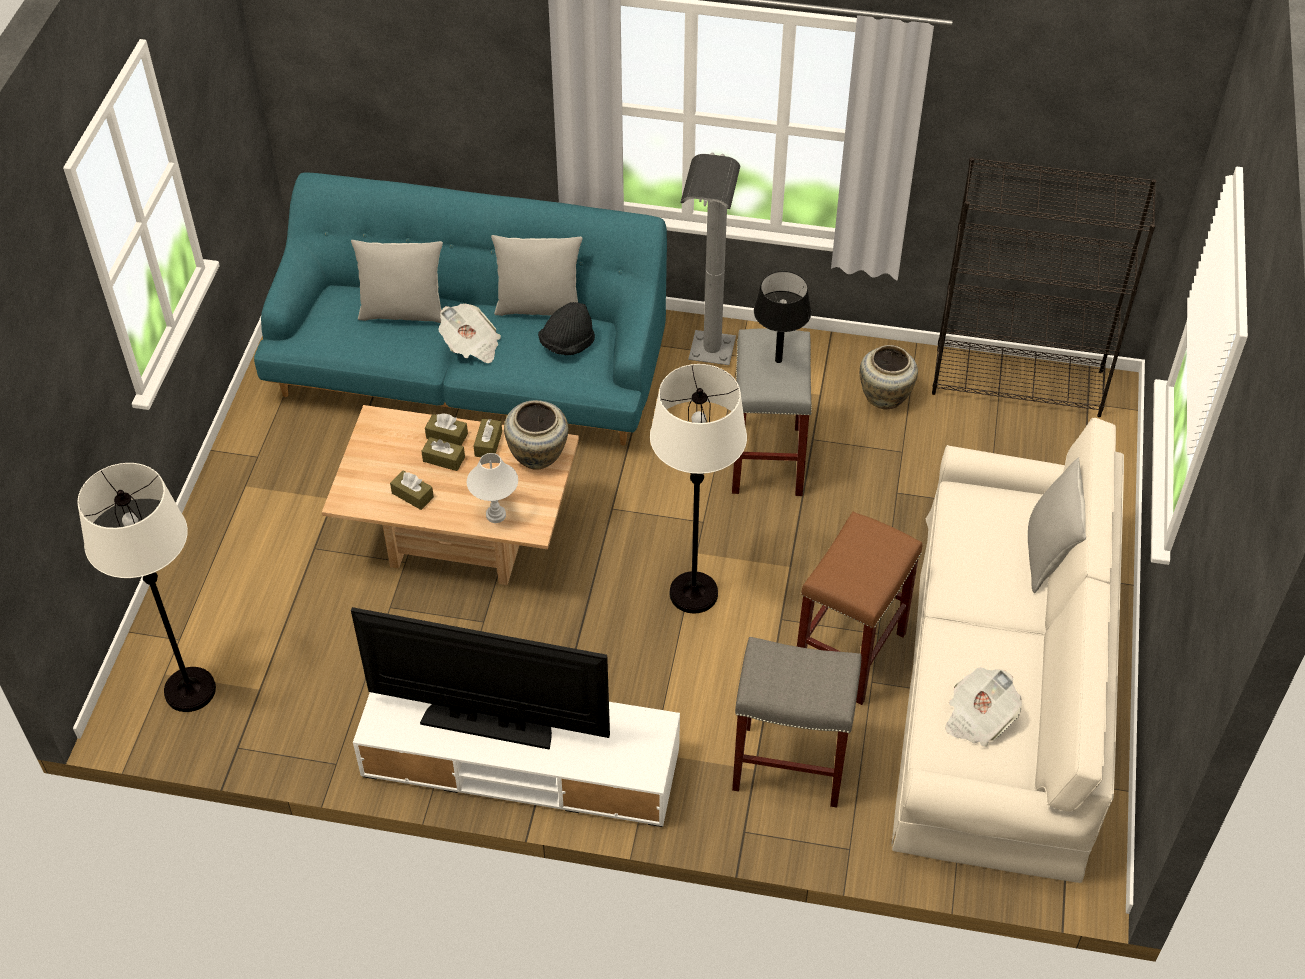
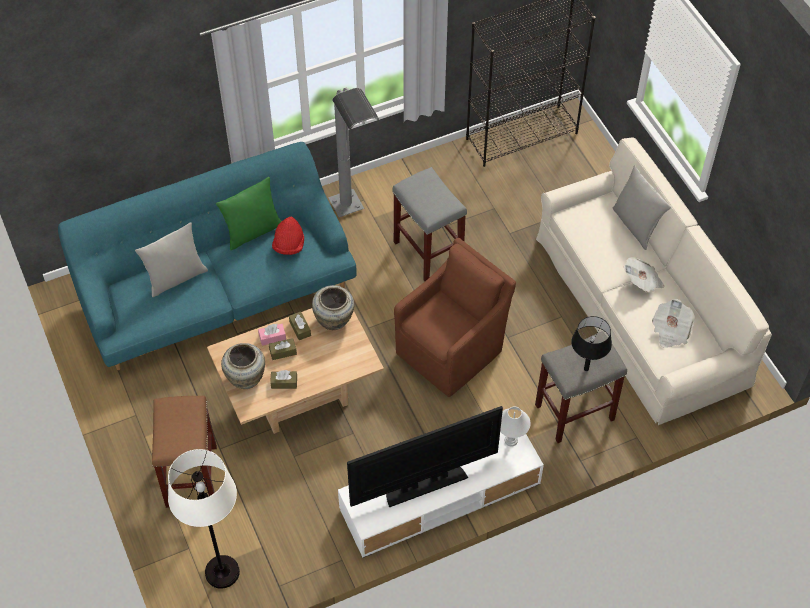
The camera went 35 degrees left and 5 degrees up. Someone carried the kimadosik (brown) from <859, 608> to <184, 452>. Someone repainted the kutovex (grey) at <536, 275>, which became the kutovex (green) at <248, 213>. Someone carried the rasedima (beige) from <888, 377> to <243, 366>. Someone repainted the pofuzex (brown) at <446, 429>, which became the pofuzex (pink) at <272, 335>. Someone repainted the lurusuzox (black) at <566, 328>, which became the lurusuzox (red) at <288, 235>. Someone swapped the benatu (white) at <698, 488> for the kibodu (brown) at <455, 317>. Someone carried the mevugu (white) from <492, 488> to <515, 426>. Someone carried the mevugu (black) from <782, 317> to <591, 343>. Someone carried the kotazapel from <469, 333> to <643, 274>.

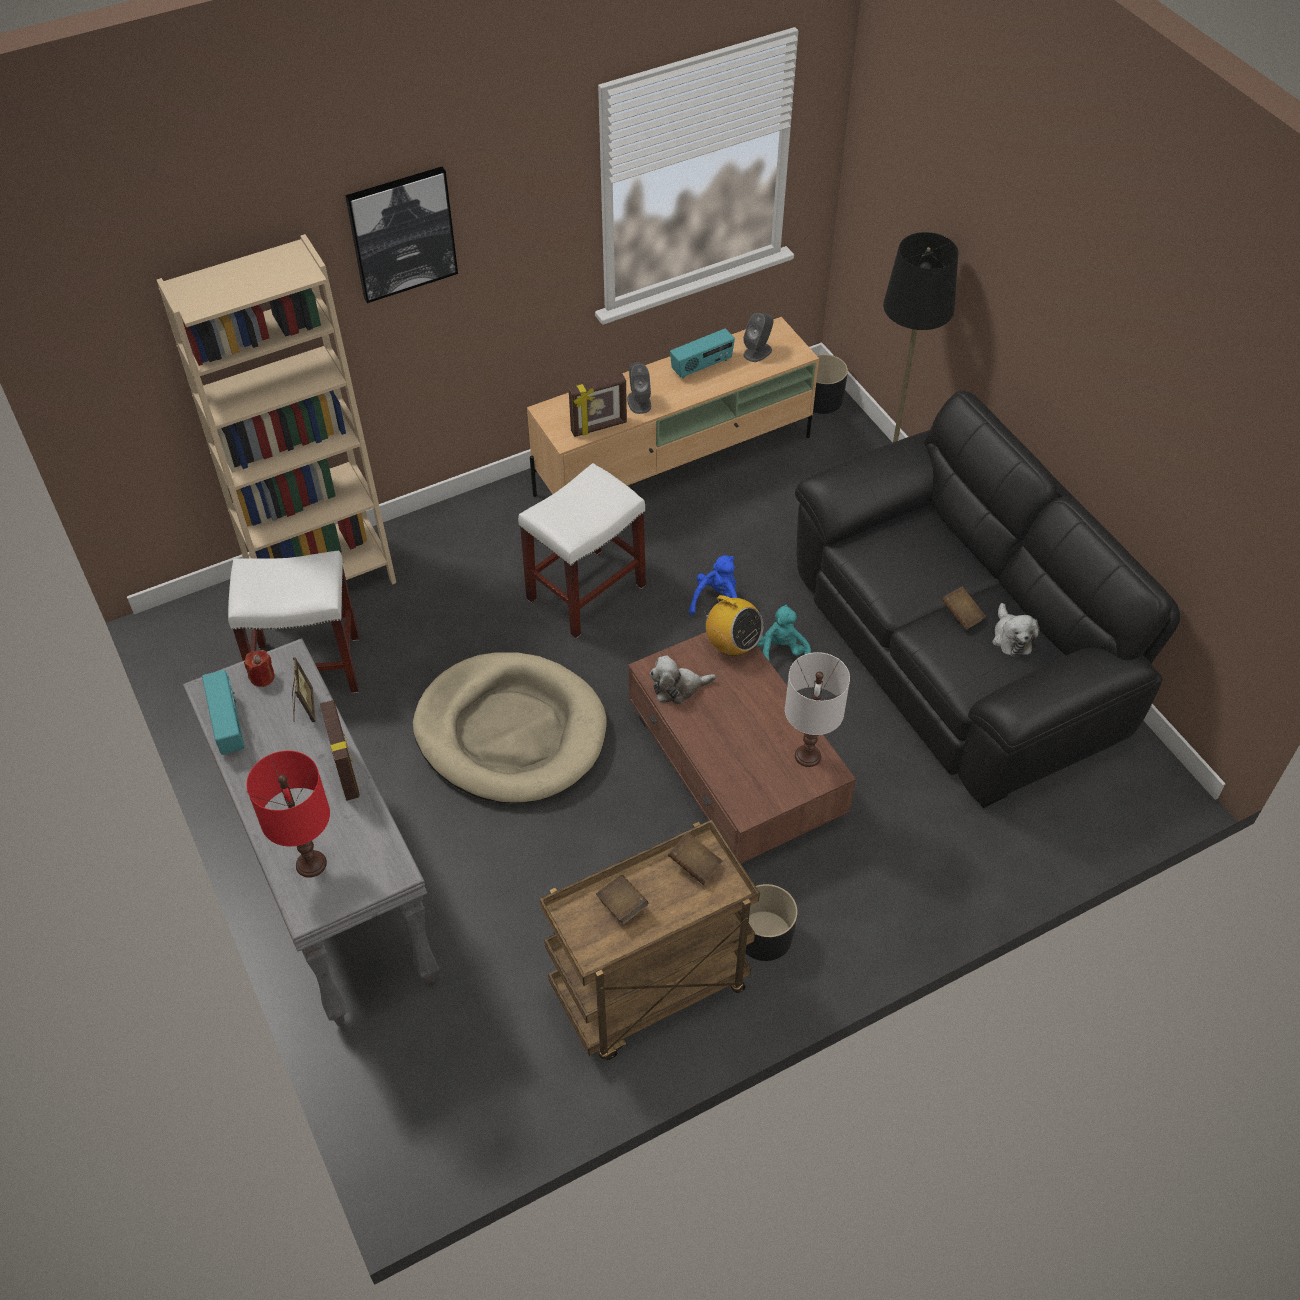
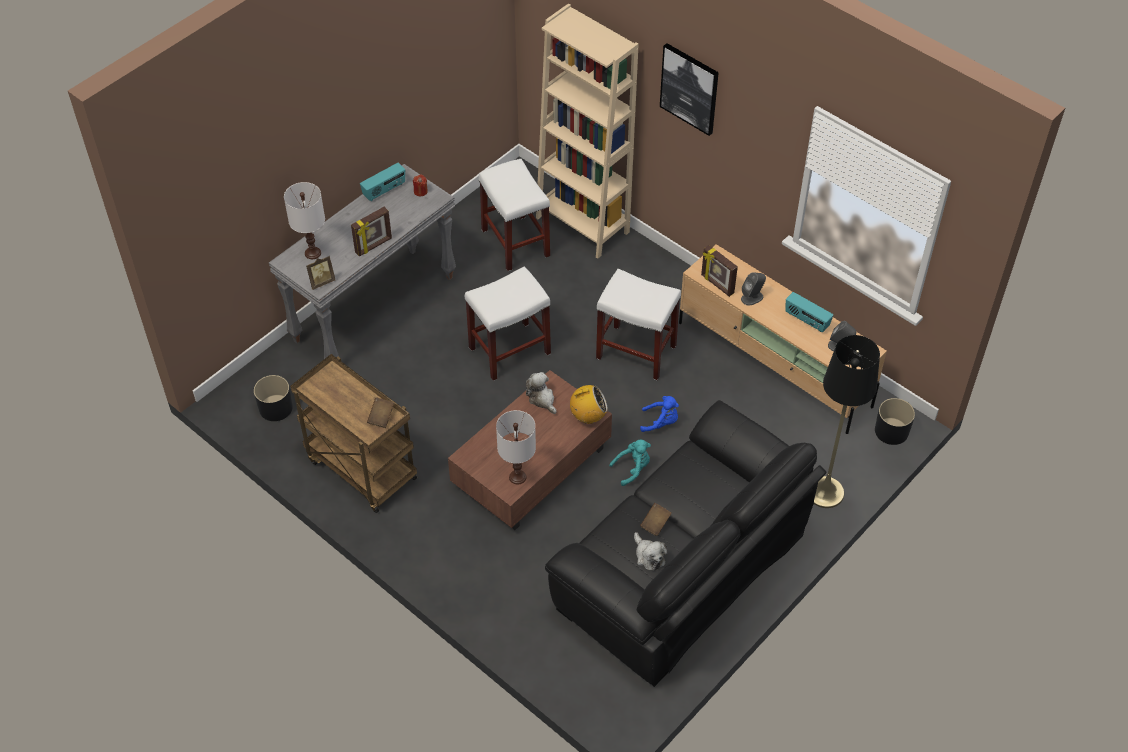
The camera went 70 degrees right and 0 degrees up. Someone carried the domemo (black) from <769, 922> to <273, 398>. Someone repainted the mevugu (red) at <288, 814>, which became the mevugu (white) at <304, 220>. Someone carried the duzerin from <303, 689> to <320, 273>. Someone swapped the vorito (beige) at <510, 727> for the kimadosik (white) at <508, 323>. Someone rotated the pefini at <732, 625> by 120 degrees counterclockwise. Someone rotated the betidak at <1016, 630> by 90 degrees counterclockwise. Someone took away the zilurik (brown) at <622, 899>.

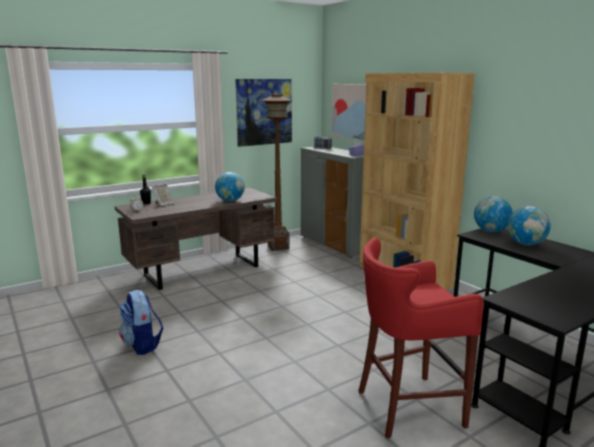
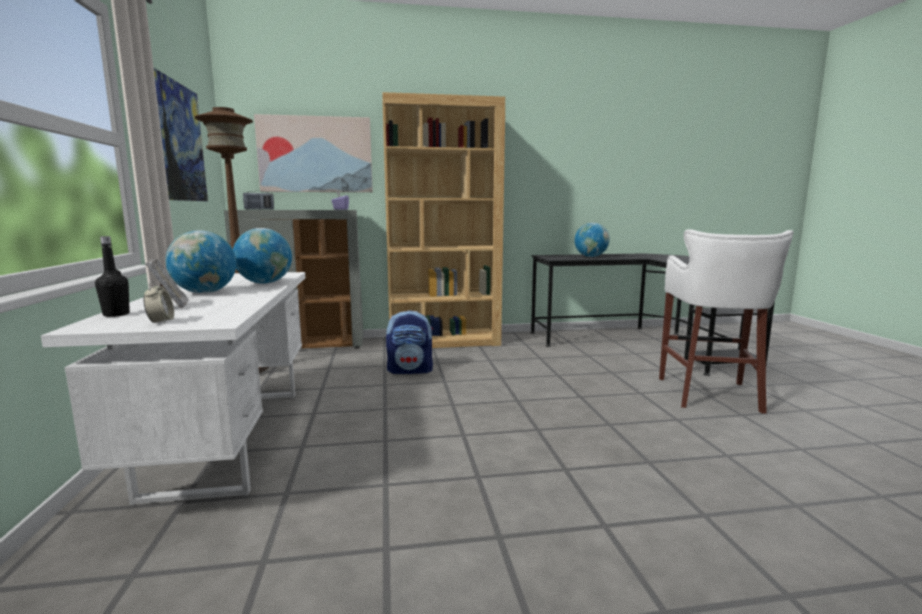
The camera went 65 degrees left and 5 degrees down. Someone repainted the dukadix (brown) at <195, 239>, which became the dukadix (white) at <173, 388>. Someone carried the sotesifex from <493, 214> to <200, 261>. Someone carried the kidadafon from <141, 322> to <409, 342>. Someone repainted the kimadosik (red) at <421, 338>, which became the kimadosik (white) at <726, 321>.

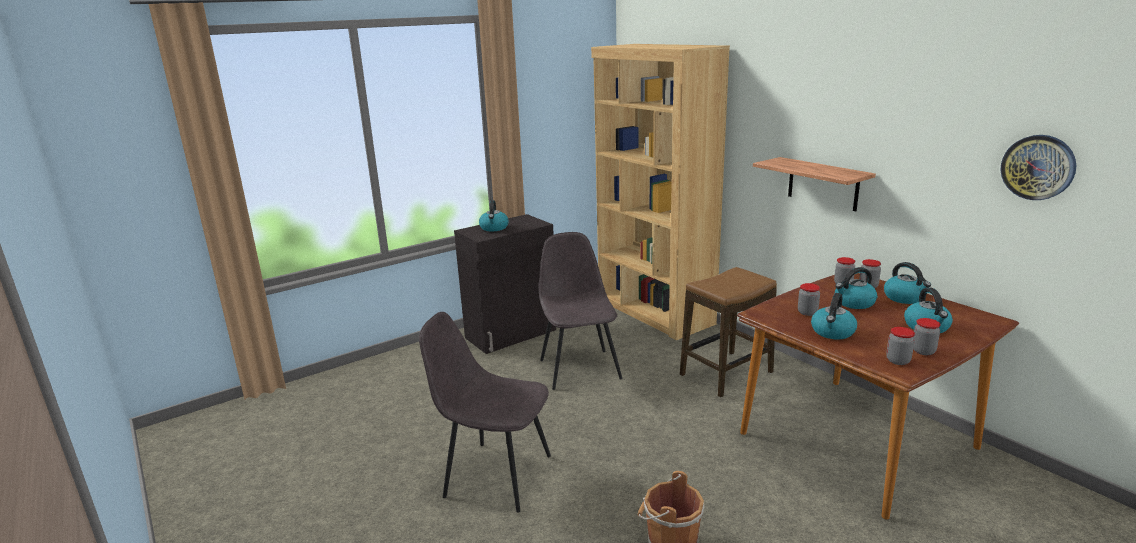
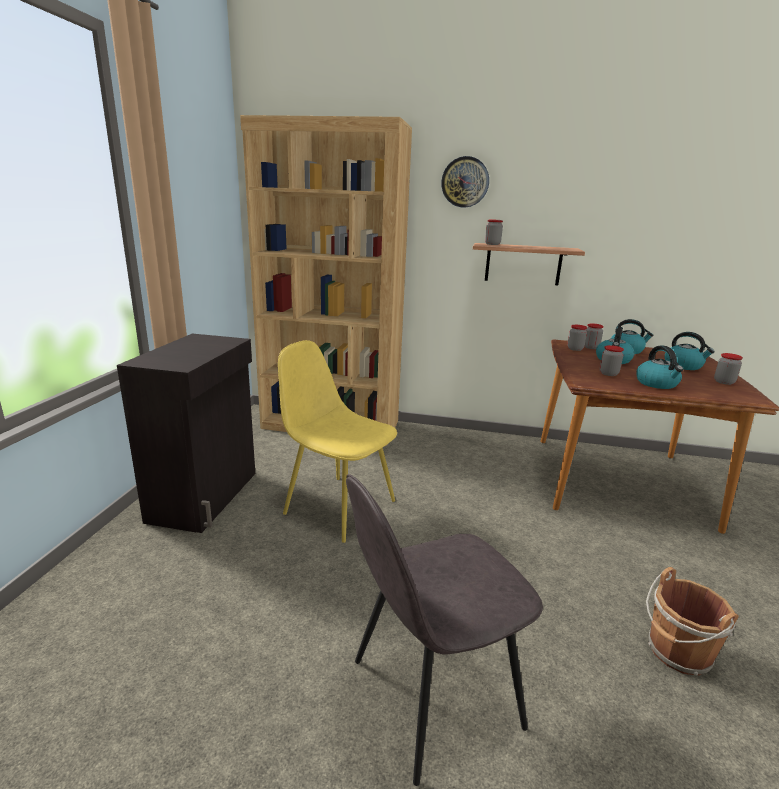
The camera went 45 degrees left and 0 degrees up. Someone repainted the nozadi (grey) at <581, 311>, which became the nozadi (yellow) at <337, 441>. Someone carried the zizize from <1038, 167> to <465, 182>. Someone carried the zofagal from <900, 346> to <494, 232>. Someone took away the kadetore at <494, 215>. Someone took away the kimadosik at <728, 332>.

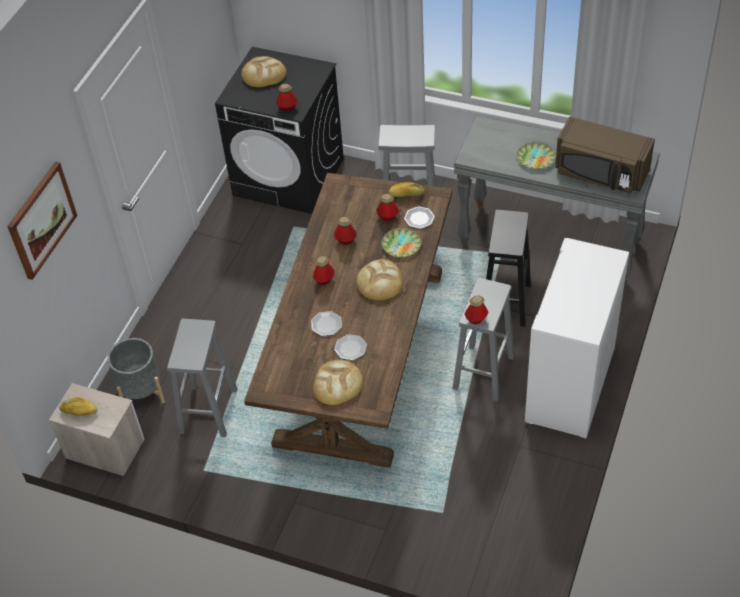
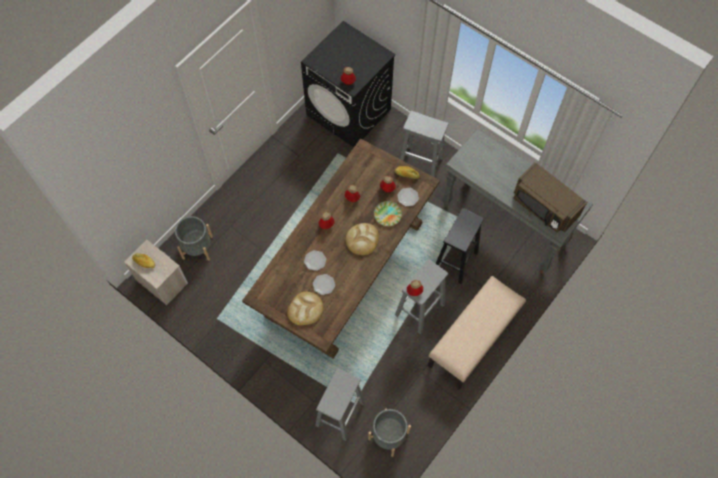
The camera went 15 degrees right and 15 degrees up. Someone carried the kimadosik (grey) from <202, 378> to <340, 404>. Someone put down the domemo (grey) at <389, 432>. Someone swapped the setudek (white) at <577, 339> for the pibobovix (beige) at <477, 333>. Someone took away the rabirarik at <42, 220>. Someone took away the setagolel at <263, 71>. Someone took away the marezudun at <536, 155>.

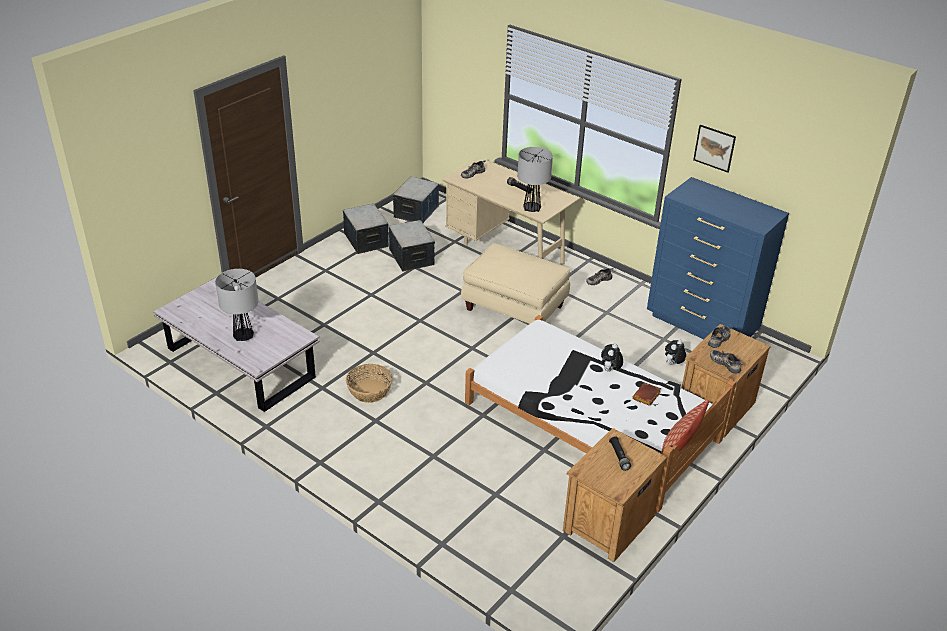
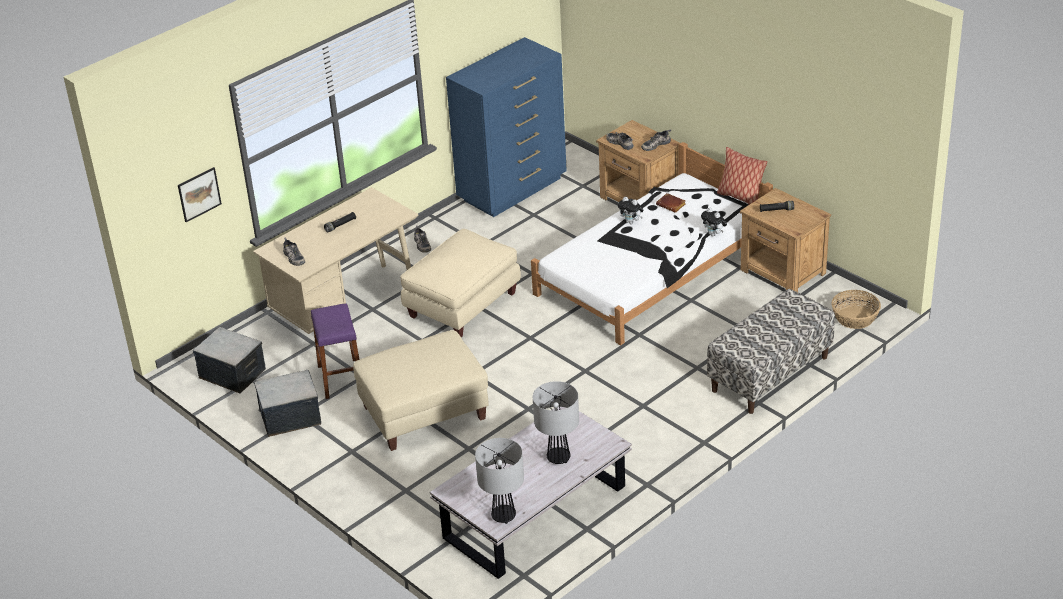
The camera went 80 degrees left and 0 degrees up. Someone carried the rabirarik from <714, 149> to <200, 194>. Someone swapped the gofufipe at <412, 246> for the kimadosik (purple) at <335, 351>. Someone put down the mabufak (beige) at <421, 390>. Someone carried the mevugu from <535, 179> to <499, 481>. Someone carried the betidak from <675, 352> to <714, 221>. Someone put down the pibobovix at <771, 351>. Someone carried the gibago from <369, 383> to <856, 309>.

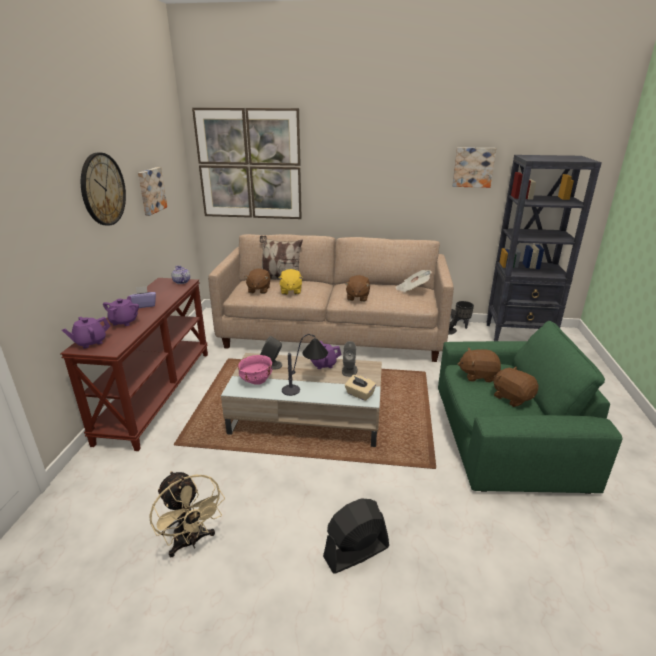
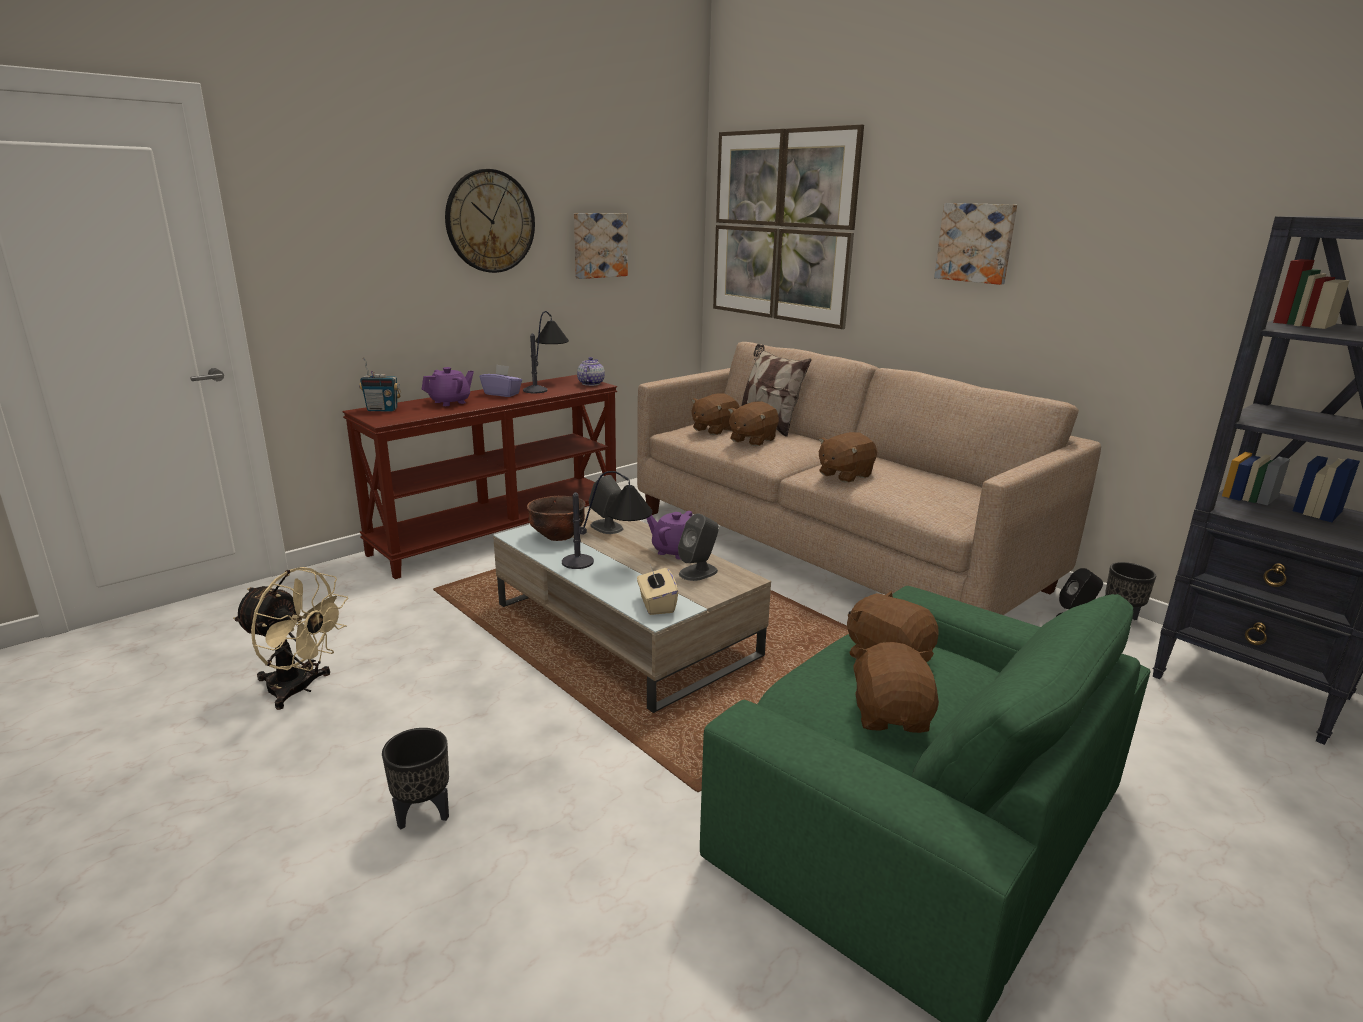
The camera went 40 degrees right and 5 degrees down. Someone rotated the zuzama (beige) at <187, 514> by 75 degrees counterclockwise. Someone swapped the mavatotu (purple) at <86, 333> for the pefini at <380, 385>. Someone swapped the zuzama (black) at <356, 536> for the domemo (black) at <415, 779>. Someone put down the mevugu at <546, 352>. Someone repainted the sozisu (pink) at <254, 370>, which became the sozisu (brown) at <556, 518>. Someone repainted the betidak (yellow) at <290, 282>, which became the betidak (brown) at <753, 424>. Someone carried the rabirarik from <474, 167> to <975, 244>. Someone took away the kotazapel at <413, 281>.

